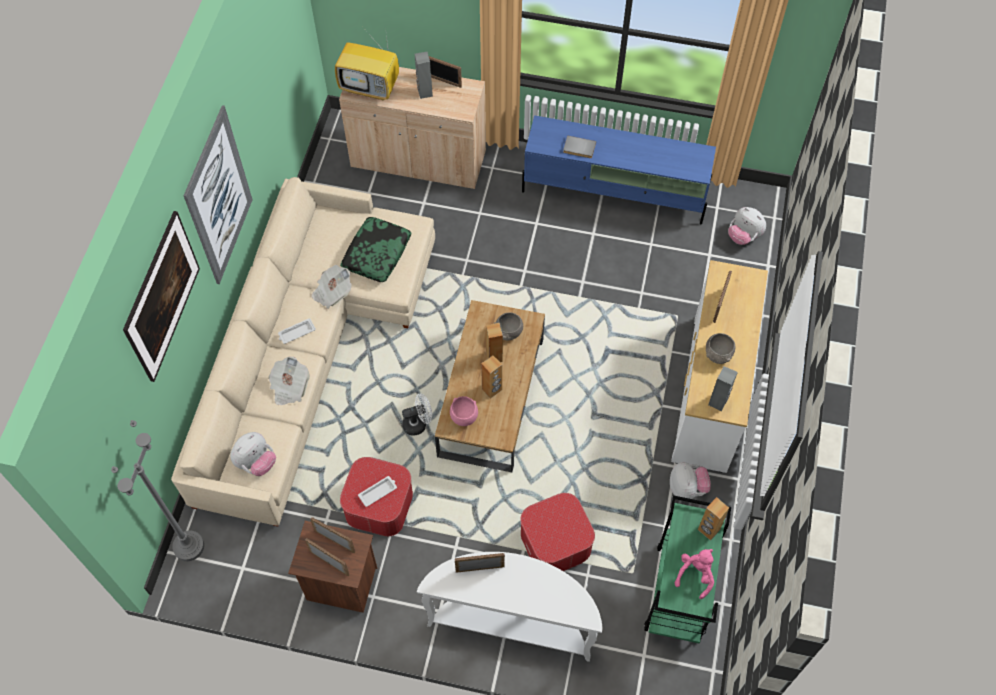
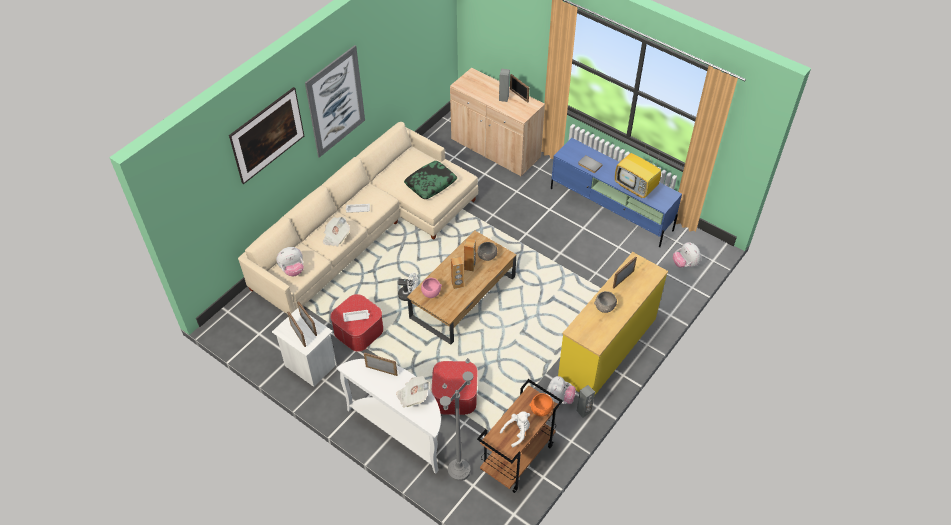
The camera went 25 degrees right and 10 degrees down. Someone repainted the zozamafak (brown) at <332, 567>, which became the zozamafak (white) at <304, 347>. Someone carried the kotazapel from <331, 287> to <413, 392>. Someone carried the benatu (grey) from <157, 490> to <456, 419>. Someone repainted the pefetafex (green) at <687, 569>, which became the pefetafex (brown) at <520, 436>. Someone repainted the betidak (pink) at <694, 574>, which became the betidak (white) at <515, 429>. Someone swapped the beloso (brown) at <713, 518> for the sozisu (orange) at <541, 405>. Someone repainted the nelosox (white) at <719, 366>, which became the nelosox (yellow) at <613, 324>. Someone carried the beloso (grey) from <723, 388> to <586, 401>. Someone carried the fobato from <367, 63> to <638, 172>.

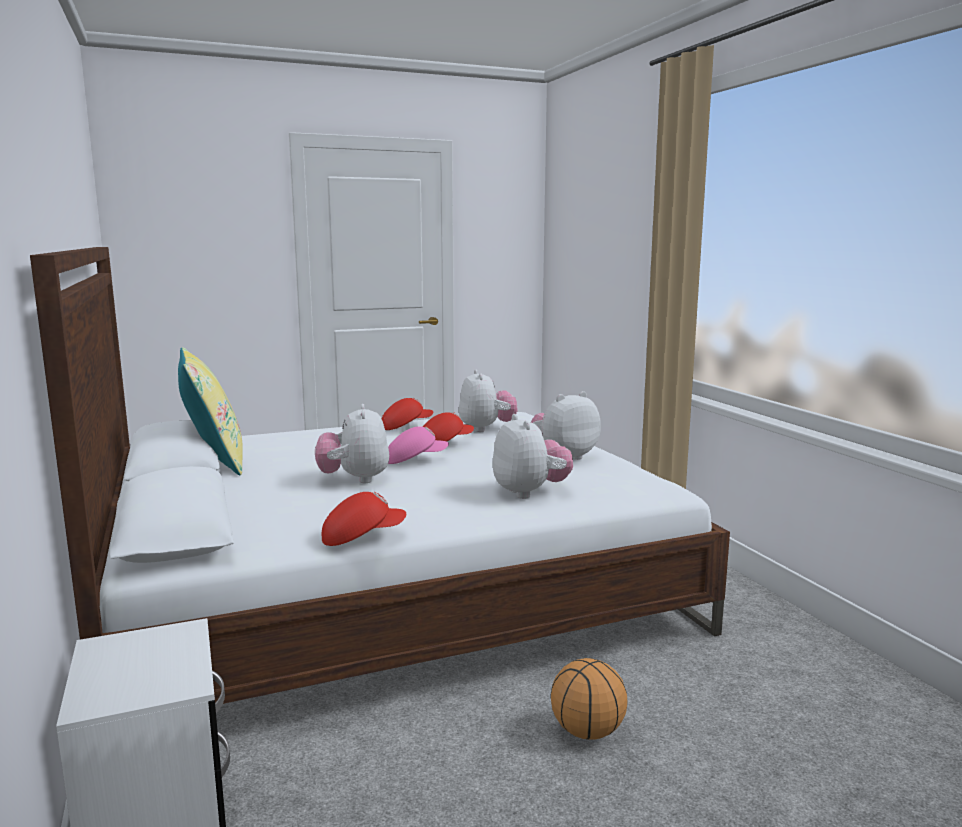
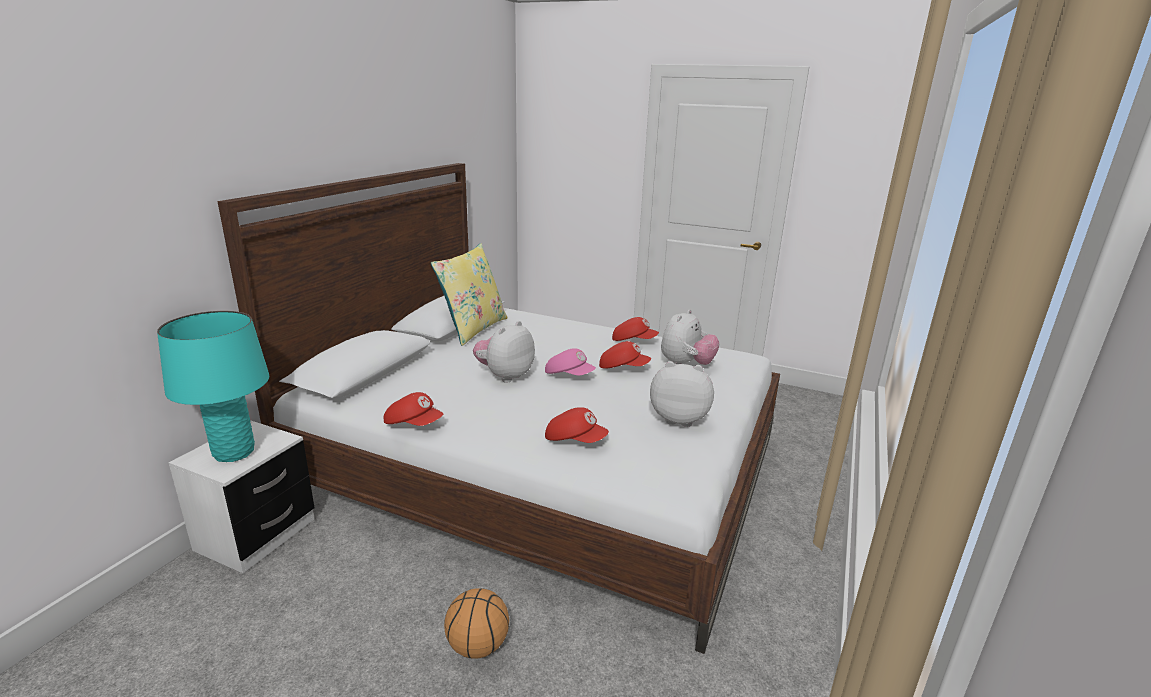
The camera went 45 degrees right and 10 degrees up. Someone put down the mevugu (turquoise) at <213, 386>. Someone swapped the betidak at <533, 456> for the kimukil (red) at <577, 425>.

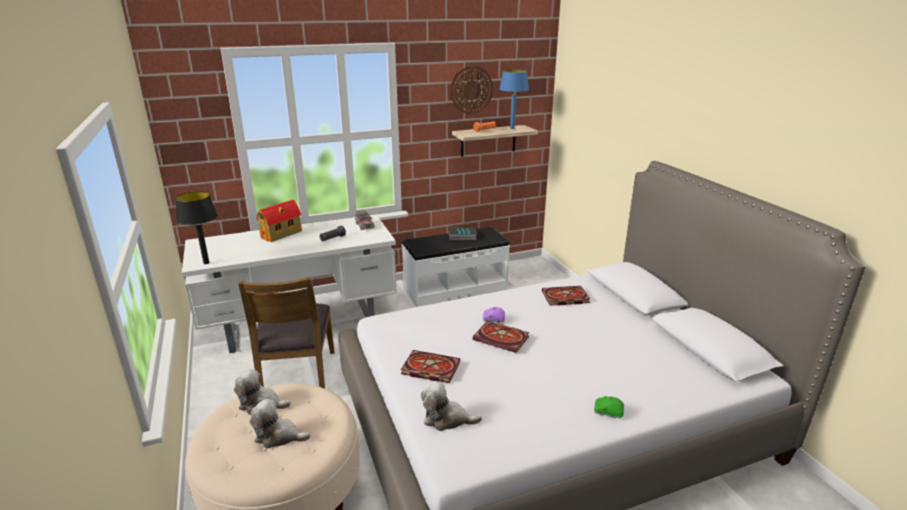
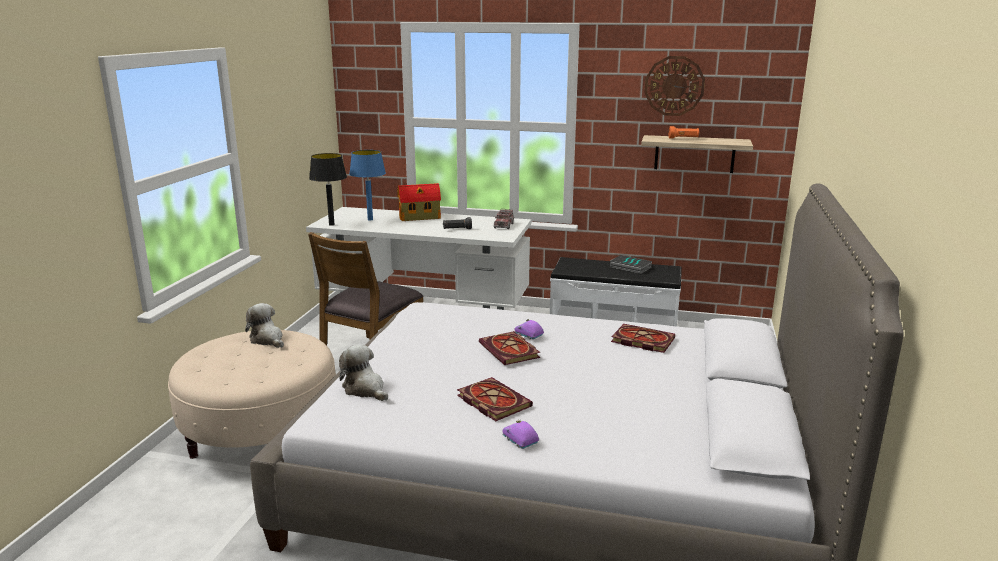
The camera went 35 degrees right and 5 degrees down. Someone carried the mevugu (blue) from <514, 99> to <367, 185>. Someone carried the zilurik from <430, 366> to <495, 399>. Someone repainted the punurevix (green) at <609, 407>, which became the punurevix (purple) at <520, 435>. Someone took away the betidak at <280, 423>.

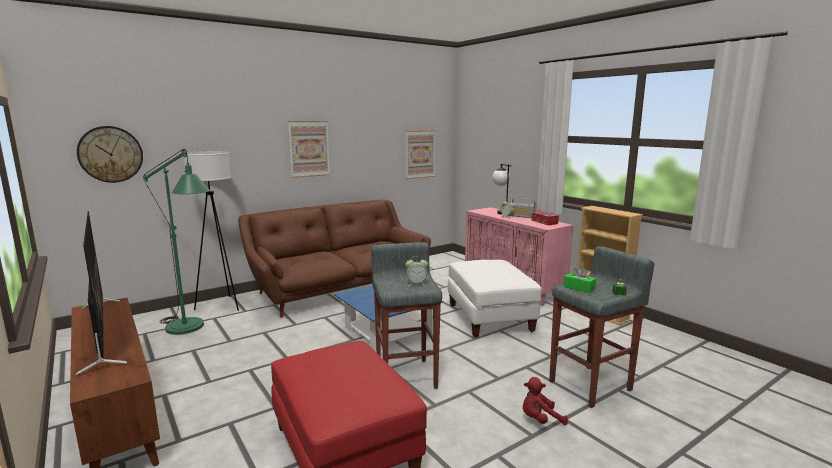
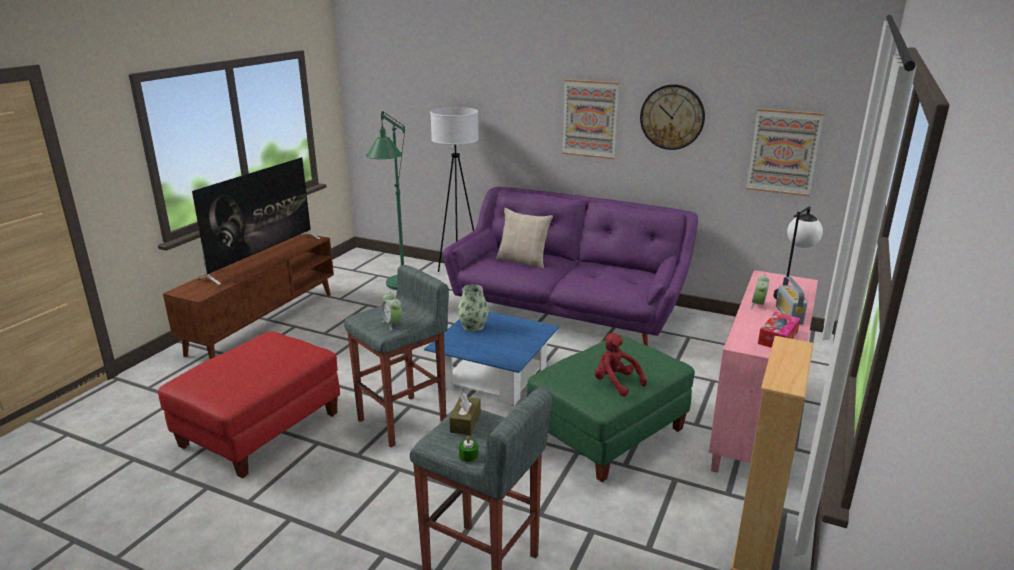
The camera went 60 degrees right and 10 degrees up. Someone repainted the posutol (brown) at <334, 259>, which became the posutol (purple) at <570, 266>. Someone repainted the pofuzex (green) at <580, 279>, which became the pofuzex (brown) at <465, 414>. Someone put down the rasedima at <473, 308>. Someone put down the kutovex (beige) at <524, 238>. Someone repainted the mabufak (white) at <495, 299>, which became the mabufak (green) at <611, 408>. Someone carried the betidak (red) from <545, 401> to <620, 365>. Someone carried the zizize from <110, 154> to <672, 117>.

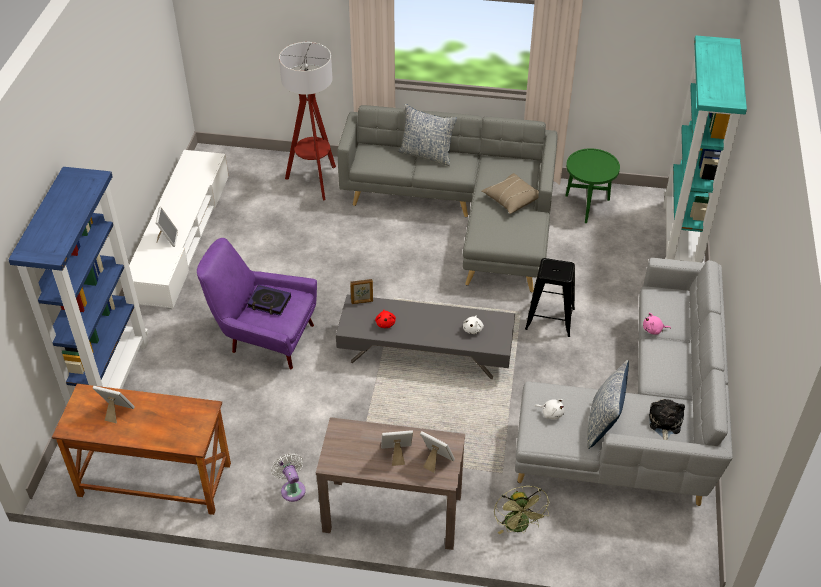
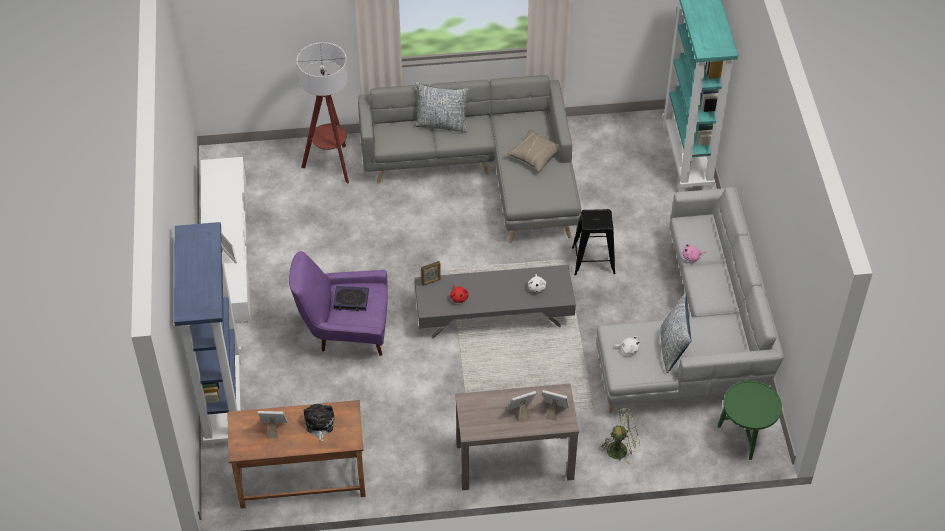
The camera went 15 degrees left and 5 degrees up. Someone carried the betidak from <667, 419> to <318, 423>. Someone rotated the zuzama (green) at <522, 510> by 75 degrees counterclockwise. Someone carried the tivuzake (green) from <592, 185> to <750, 420>. Someone took away the zuzama (white) at <288, 477>.

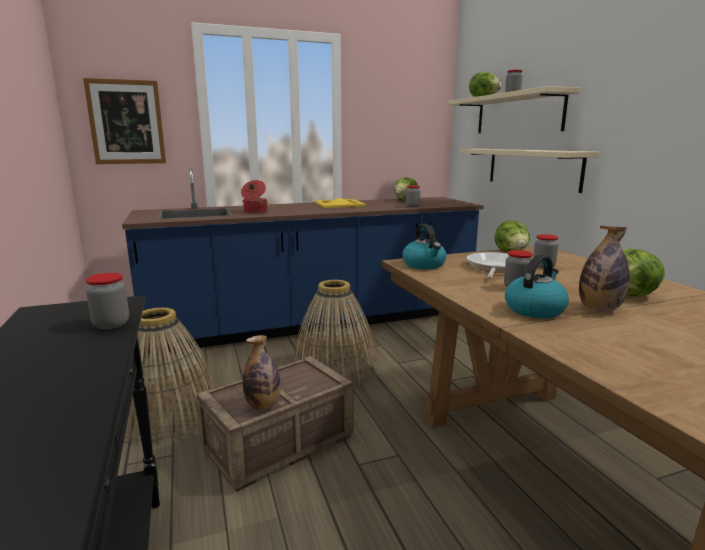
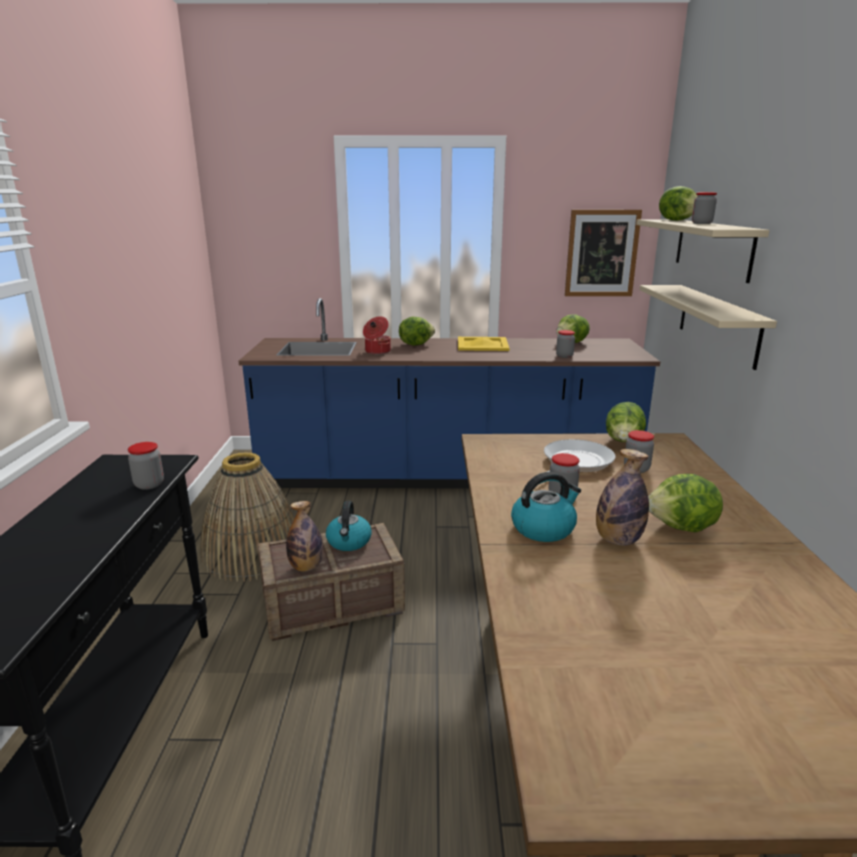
The camera went 20 degrees right and 5 degrees up. Someone carried the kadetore from <424, 246> to <349, 526>. Someone put down the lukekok at <417, 331>. Someone carried the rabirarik from <124, 121> to <603, 253>. Someone took away the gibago at <335, 334>.

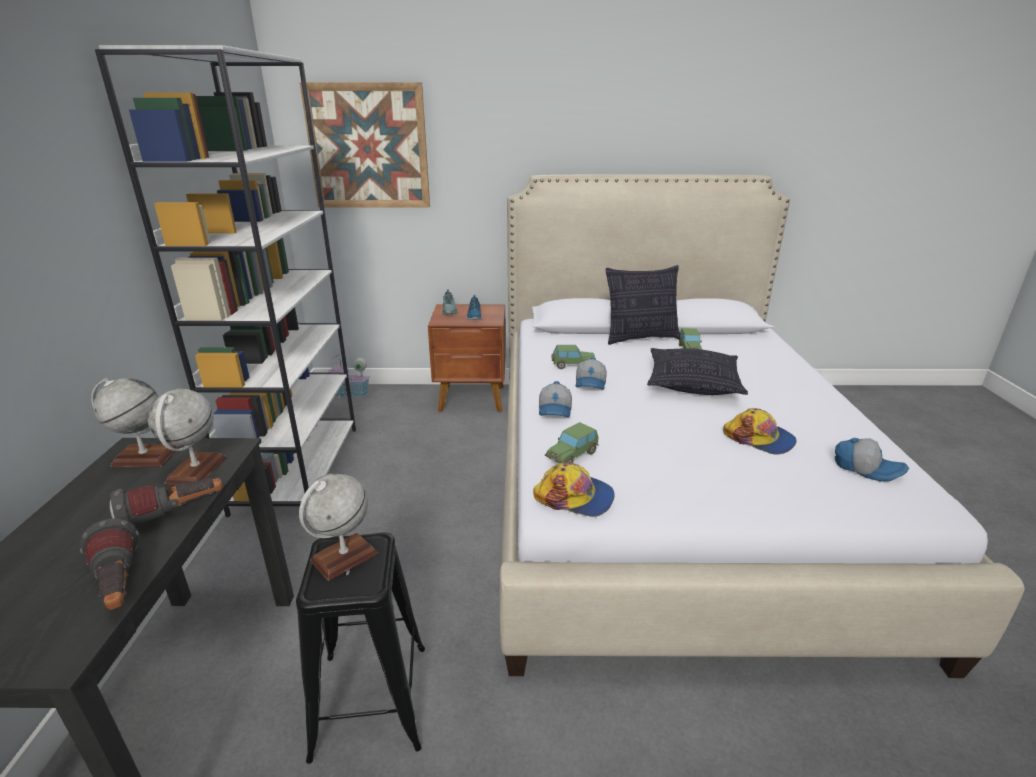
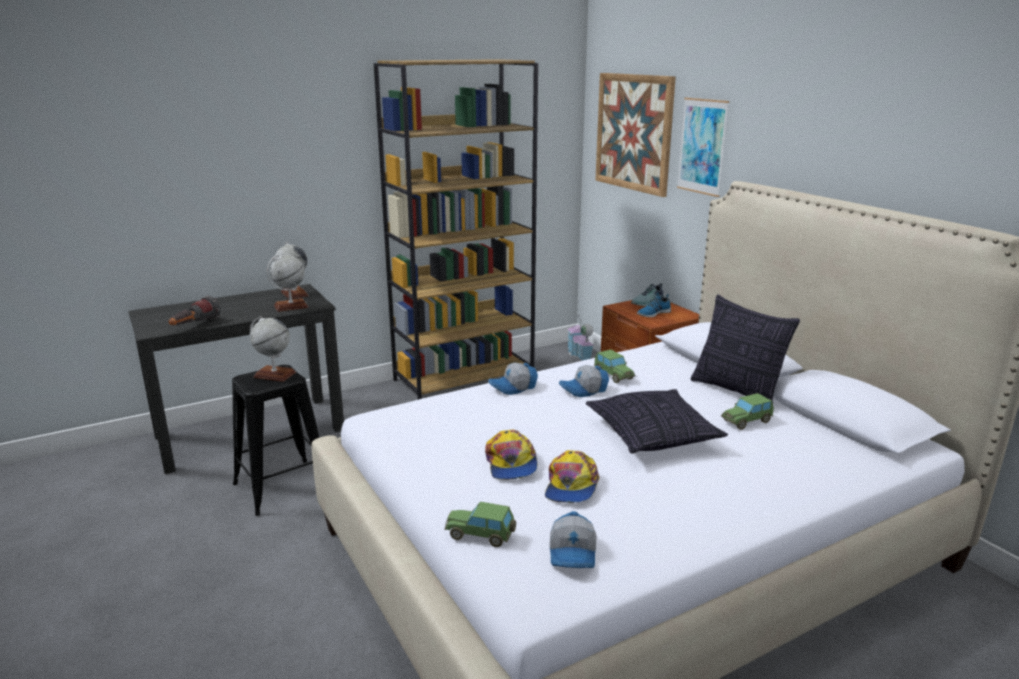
The camera went 60 degrees right and 5 degrees down. Someone repainted the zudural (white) at <225, 281>, which became the zudural (brown) at <456, 229>. Someone carried the punurevix from <572, 442> to <480, 524>. Someone carried the kimukil from <574, 490> to <511, 454>. Someone put up the rabirarik at <703, 147>. Someone took away the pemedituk at <166, 502>.

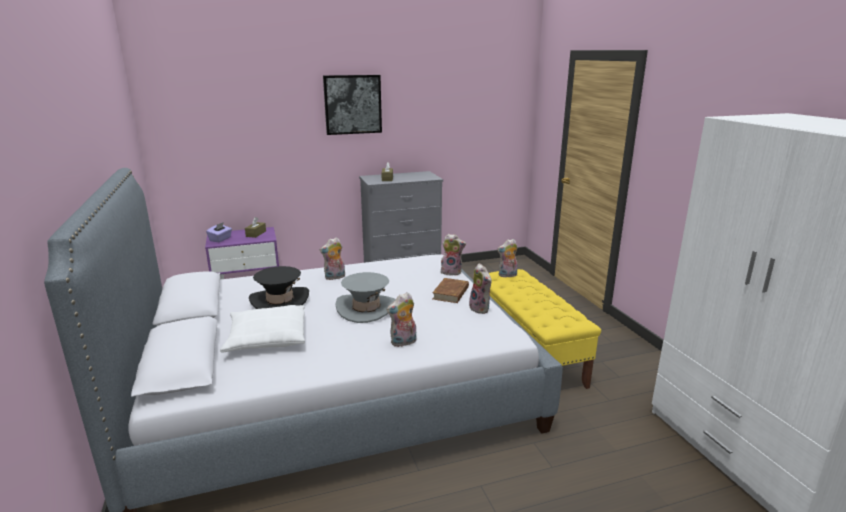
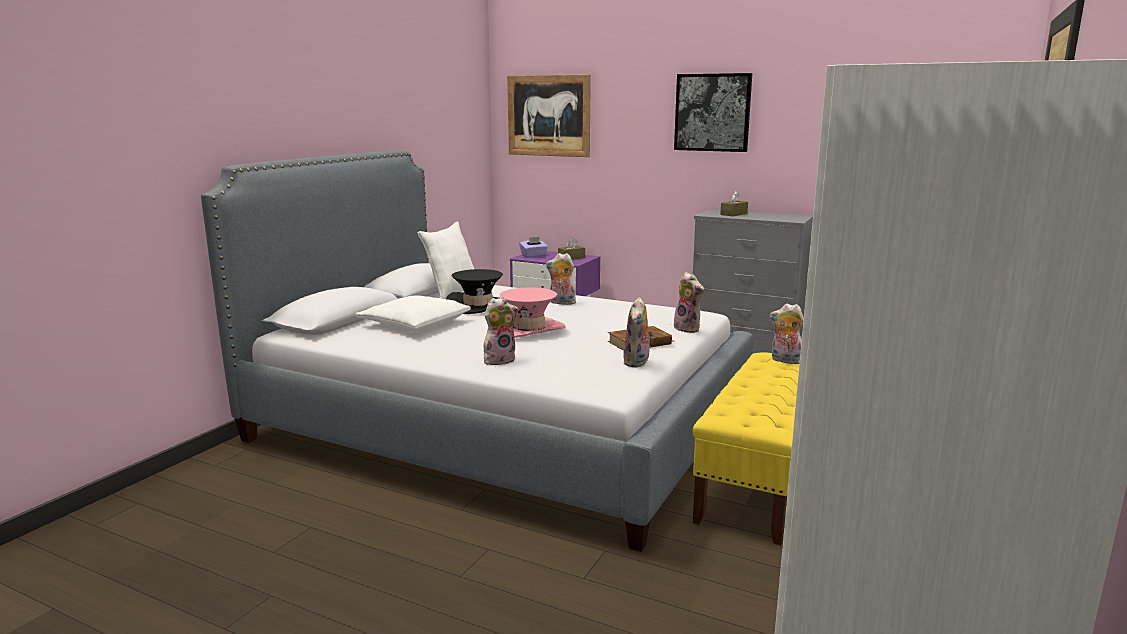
The camera went 45 degrees right and 5 degrees down. Someone put down the kutovex (white) at <446, 260>. Someone rotated the betidak at <401, 319> by 135 degrees clockwise. Someone repainted the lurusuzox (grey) at <365, 297>, which became the lurusuzox (pink) at <532, 312>. Someone put up the rabirarik at <549, 115>.

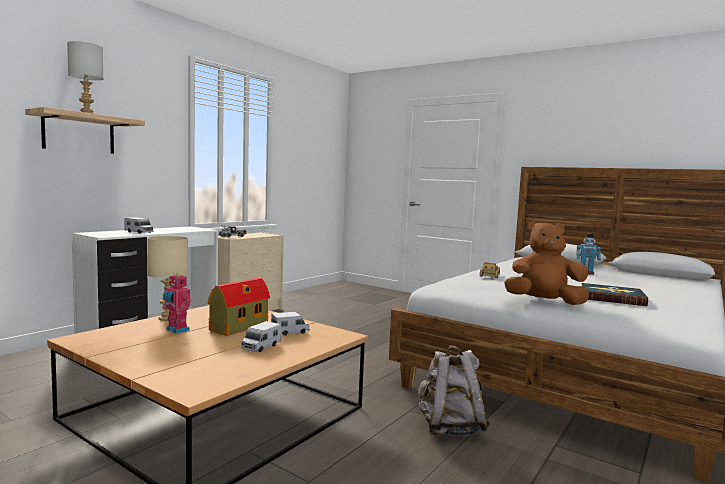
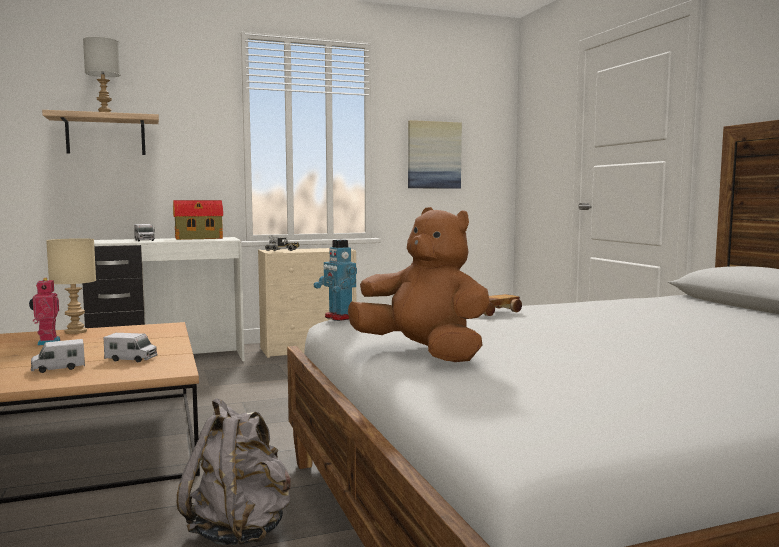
The camera went 35 degrees right and 0 degrees up. Someone carried the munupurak from <238, 307> to <198, 220>. Someone carried the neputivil from <588, 254> to <335, 280>. Someone put up the rabirarik at <435, 154>. Someone took away the zilurik at <614, 294>.

